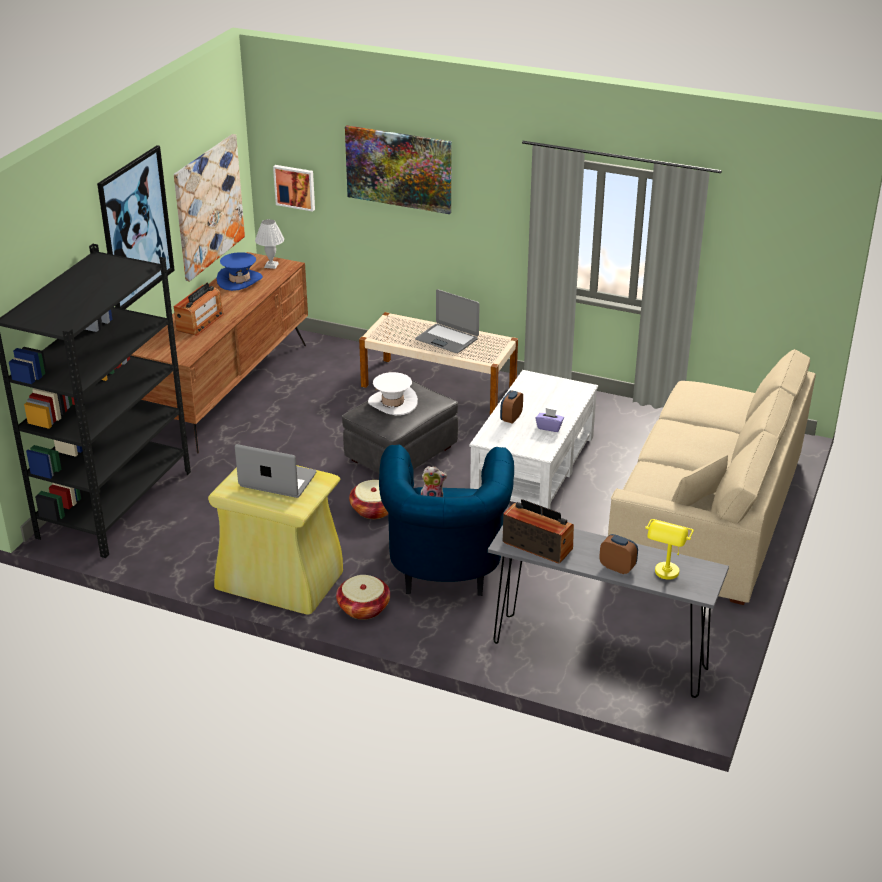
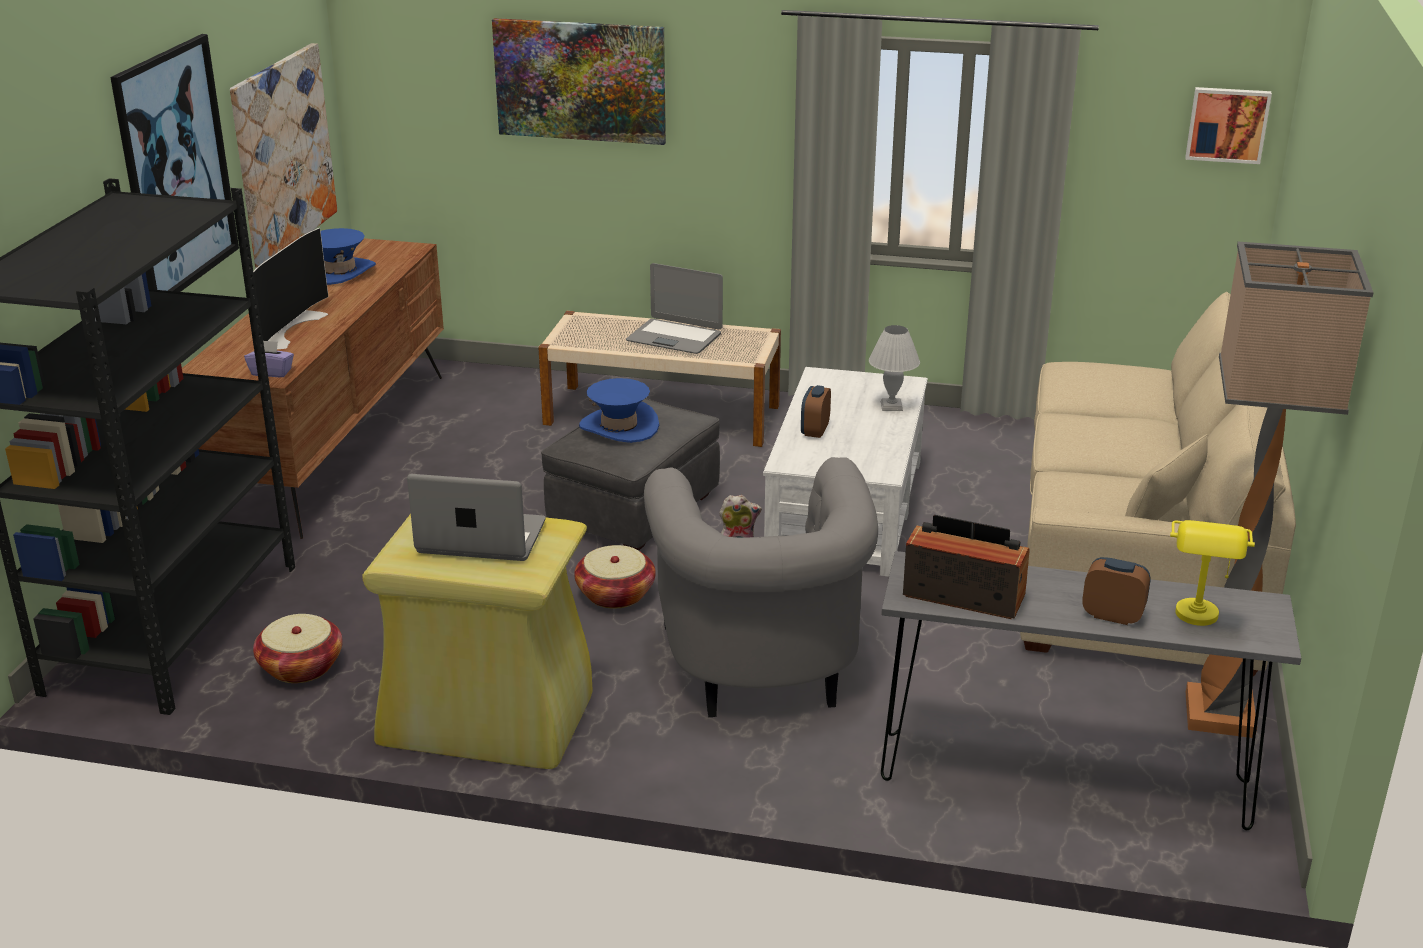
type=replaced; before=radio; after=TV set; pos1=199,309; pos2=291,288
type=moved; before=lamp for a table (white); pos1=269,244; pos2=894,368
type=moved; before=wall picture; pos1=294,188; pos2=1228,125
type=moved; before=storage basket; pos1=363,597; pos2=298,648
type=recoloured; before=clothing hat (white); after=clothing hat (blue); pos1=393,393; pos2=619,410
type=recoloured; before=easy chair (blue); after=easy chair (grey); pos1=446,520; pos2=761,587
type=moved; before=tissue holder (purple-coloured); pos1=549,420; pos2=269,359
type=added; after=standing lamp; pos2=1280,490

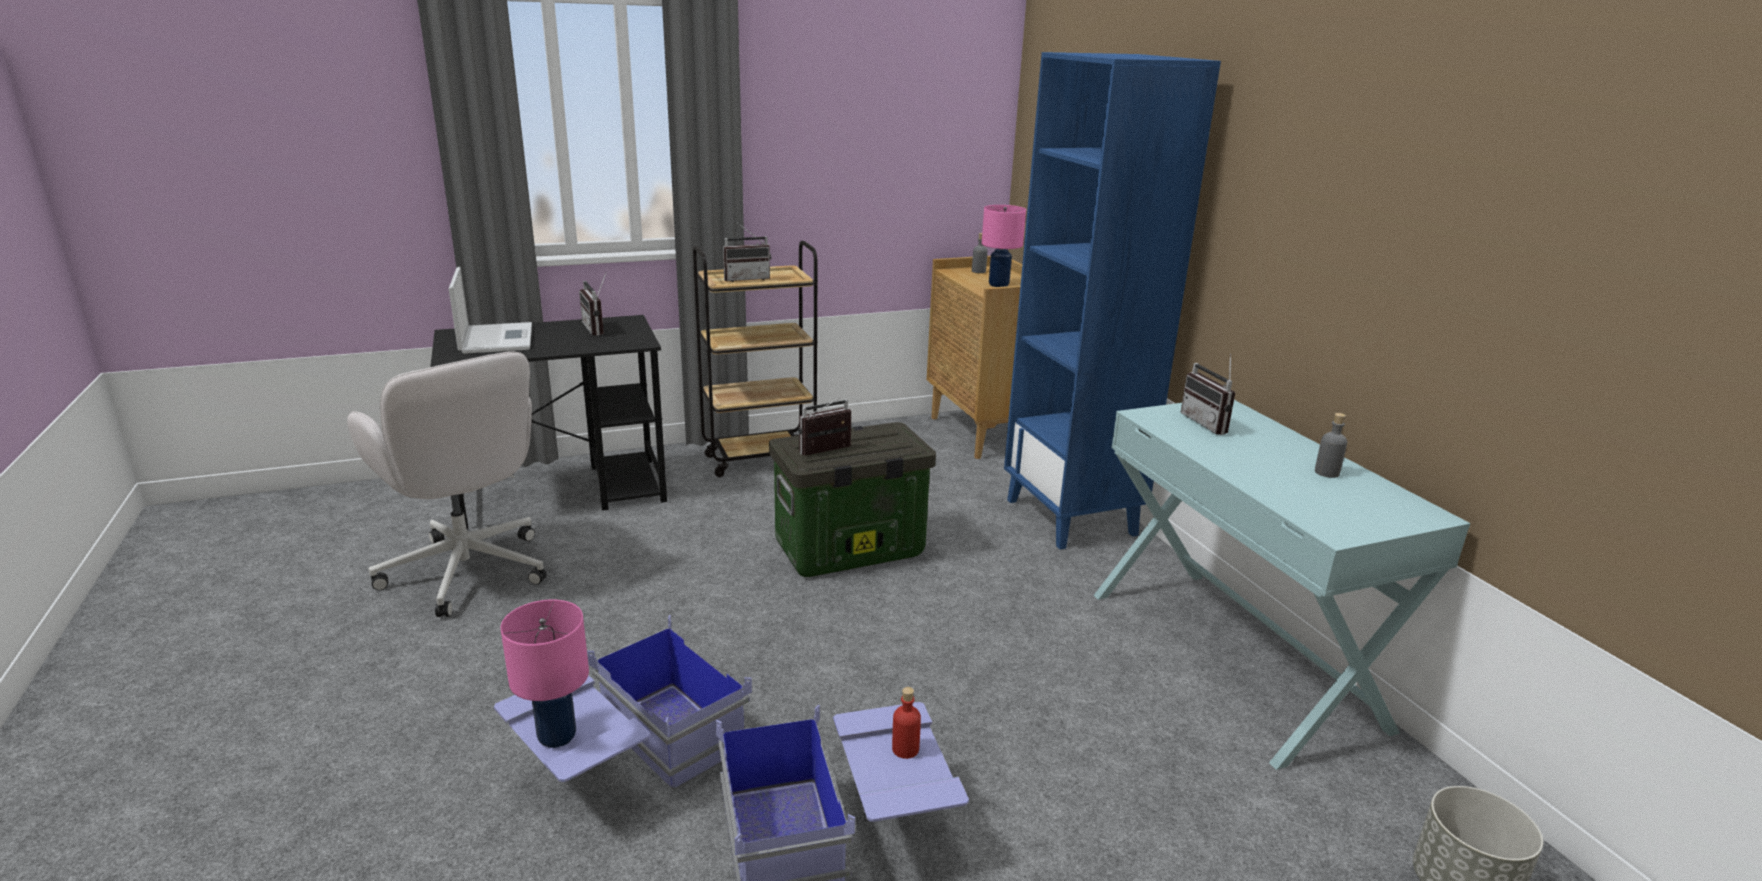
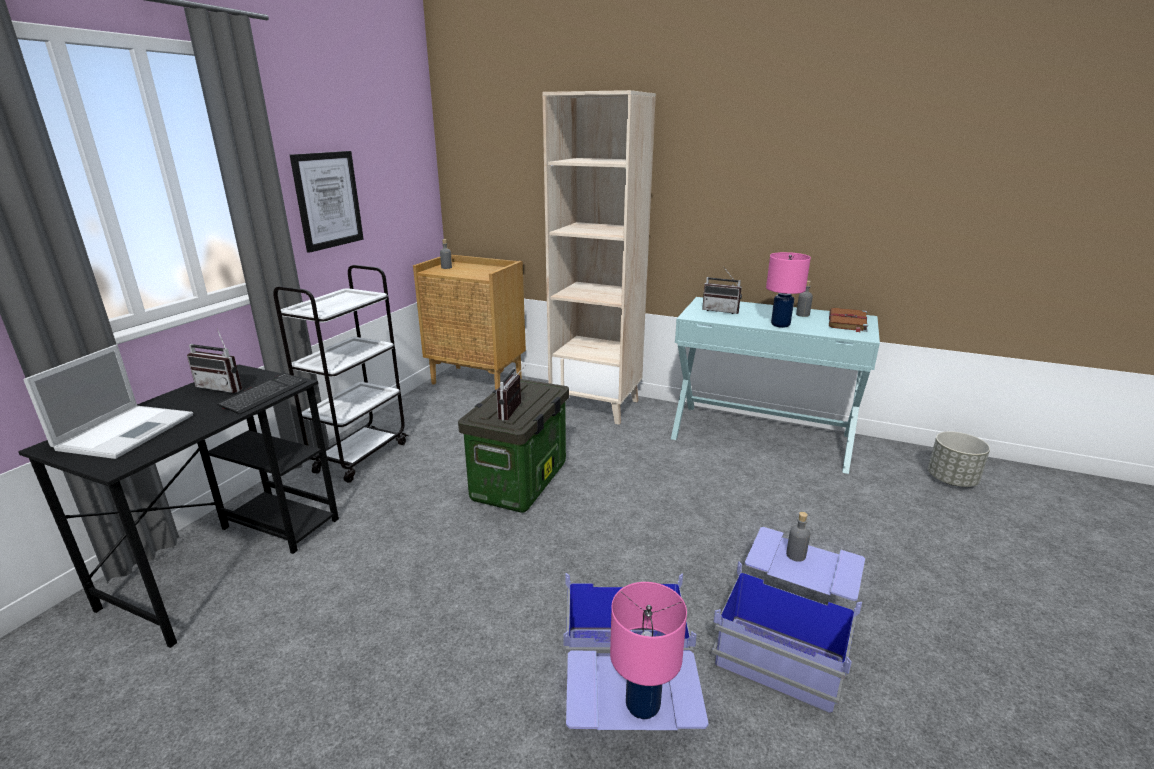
type=removed; before=desk chair (white); pos1=446,484
type=turned; before=portable computer; pos1=490,310; pos2=108,401; turn=75
type=recoloured; before=cart (brown); after=cart (white); pos1=755,359; pos2=340,374
type=removed; before=radio; pos1=747,252
type=recoloured; before=drink bottle (reddish); after=drink bottle (grey); pos1=906,723; pos2=798,537
type=moved; before=lamp for a table (pinkish); pos1=1004,246; pos2=788,290
type=recoloured; before=bookcase (blue); after=bookcase (sand-coloured); pos1=1112,300; pos2=599,257
type=added; after=keyboard; pos2=261,393
type=added; after=wall picture; pos2=327,202
type=added; after=book (brown); pos2=848,320

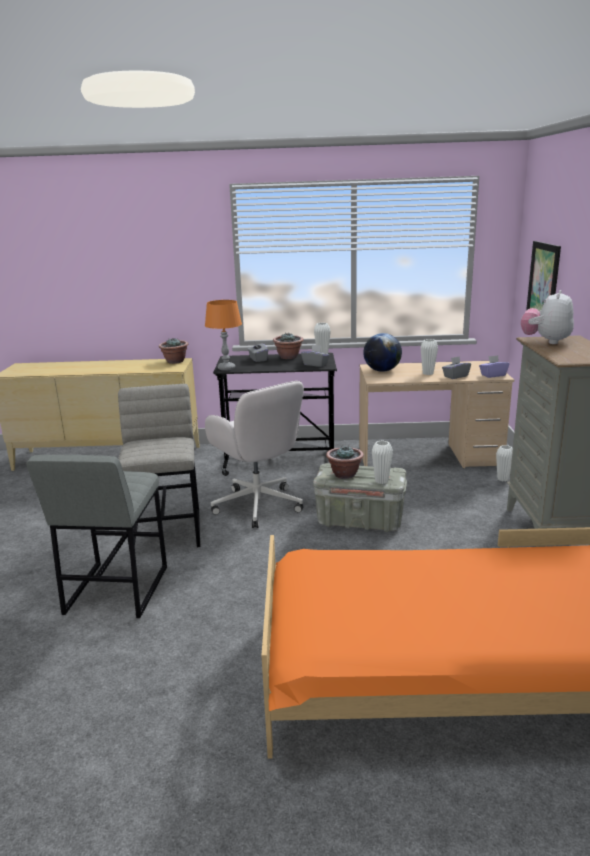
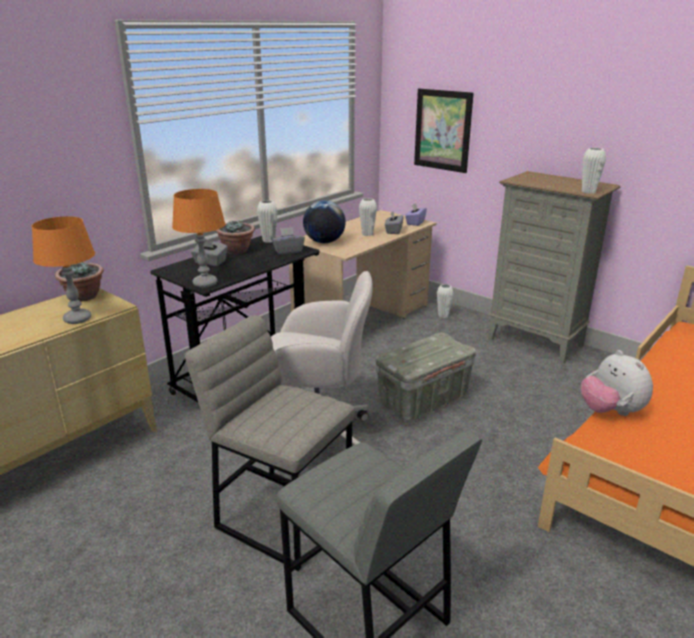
type=removed; before=potted plant; pos1=345,462
type=moved; before=decorative vase (white); pos1=382,462; pos2=594,171
type=moved; before=plush toy; pos1=547,317; pos2=617,383
type=added; after=lamp for a table (orange-coloured); pos2=63,270

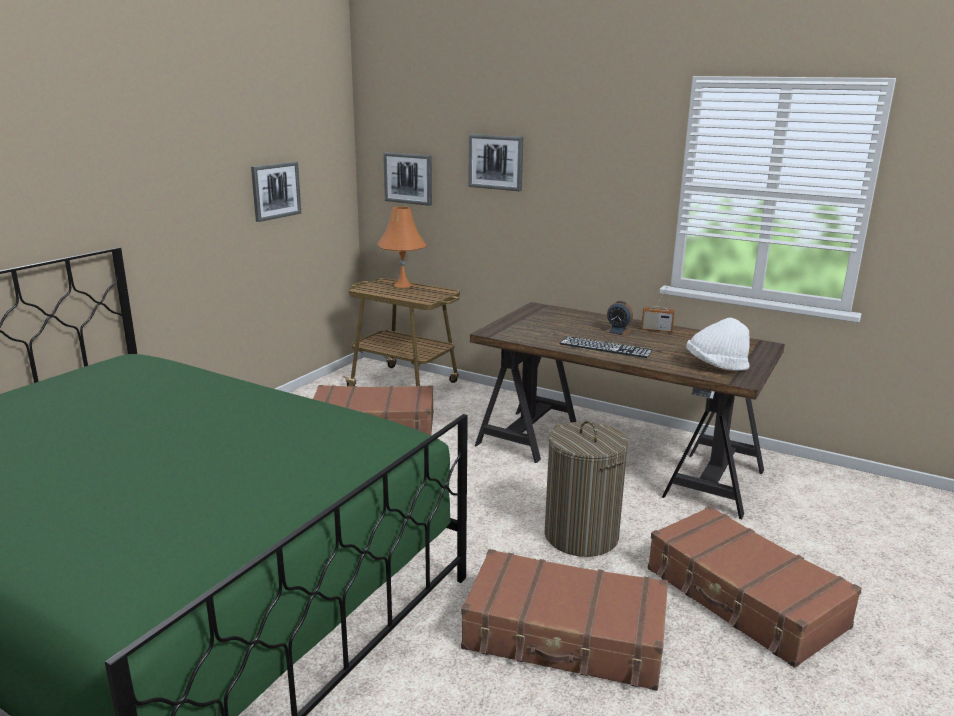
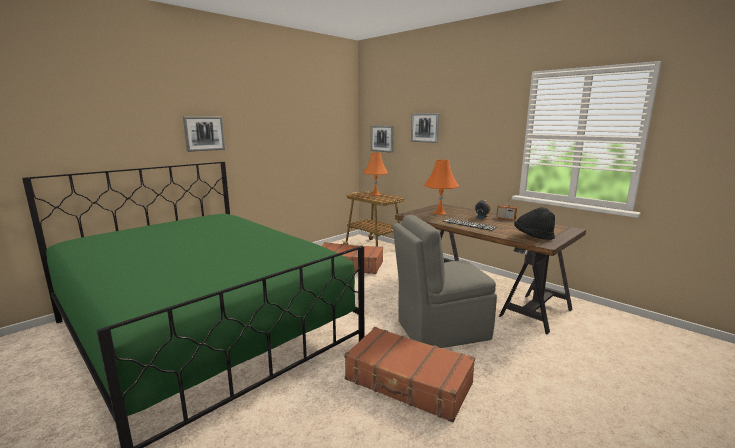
type=moved; before=wall picture; pos1=276,192; pos2=204,134
type=replaced; before=washing basket; after=chair (grey); pos1=586,489; pos2=445,281
type=removed; before=suitcase (brown); pos1=755,587
type=recoloured; before=clothing hat (white); after=clothing hat (black); pos1=718,344; pos2=534,223
type=added; after=lamp for a table (orange-coloured); pos2=441,187

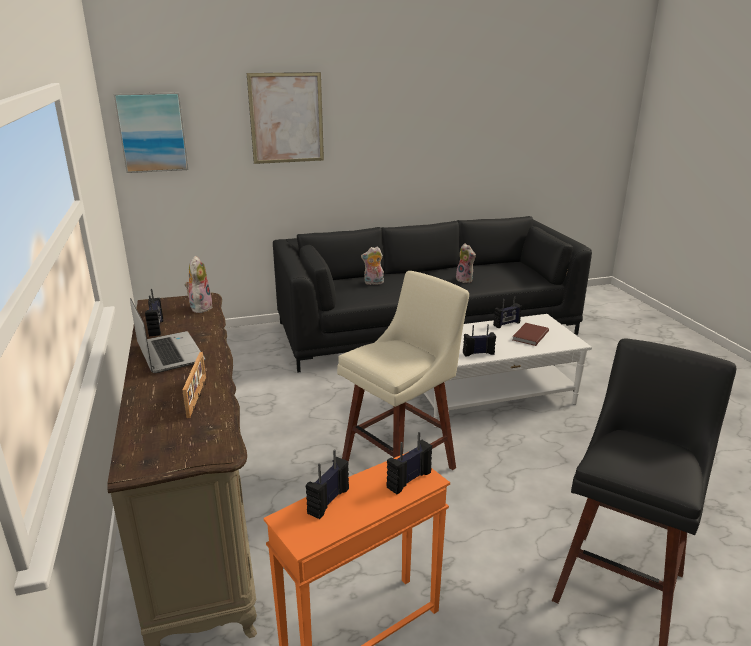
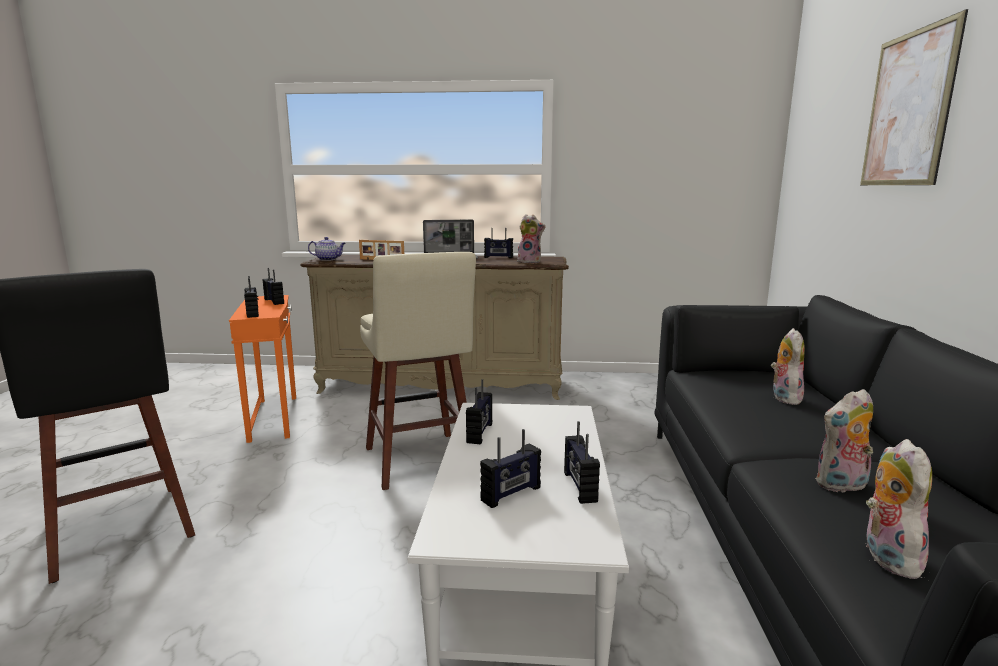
type=removed; before=wall picture; pos1=151,132
type=replaced; before=book (brown); after=radio; pos1=531,334; pos2=510,468
type=added; after=pot for tea; pos2=326,249
type=added; after=plush toy; pos2=898,509

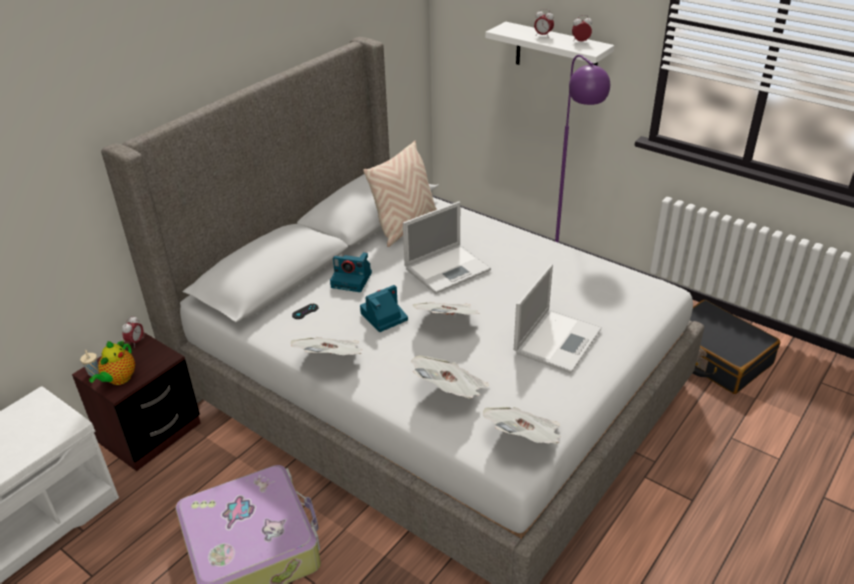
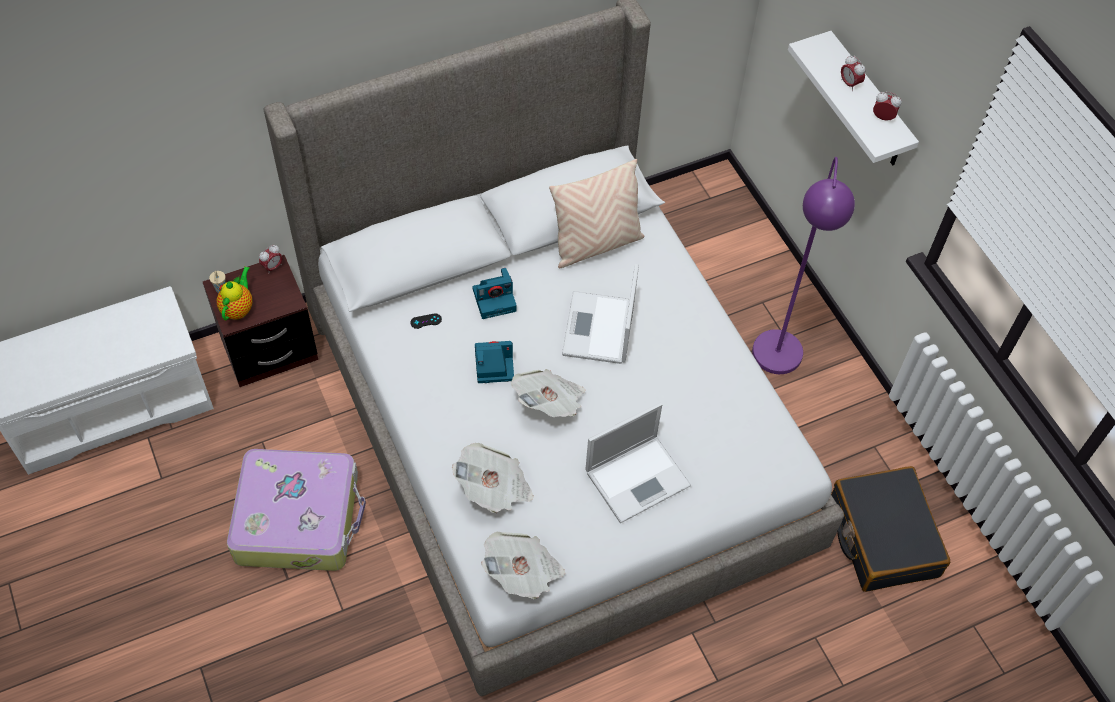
type=turned; before=pot for tea; pos1=112,362; pos2=234,293; turn=150
type=removed; before=newspaper; pos1=326,346
type=turned; before=photo camera; pos1=351,272; pos2=494,293; turn=-60
type=turned; before=portable computer; pos1=447,247; pos2=600,314; turn=105

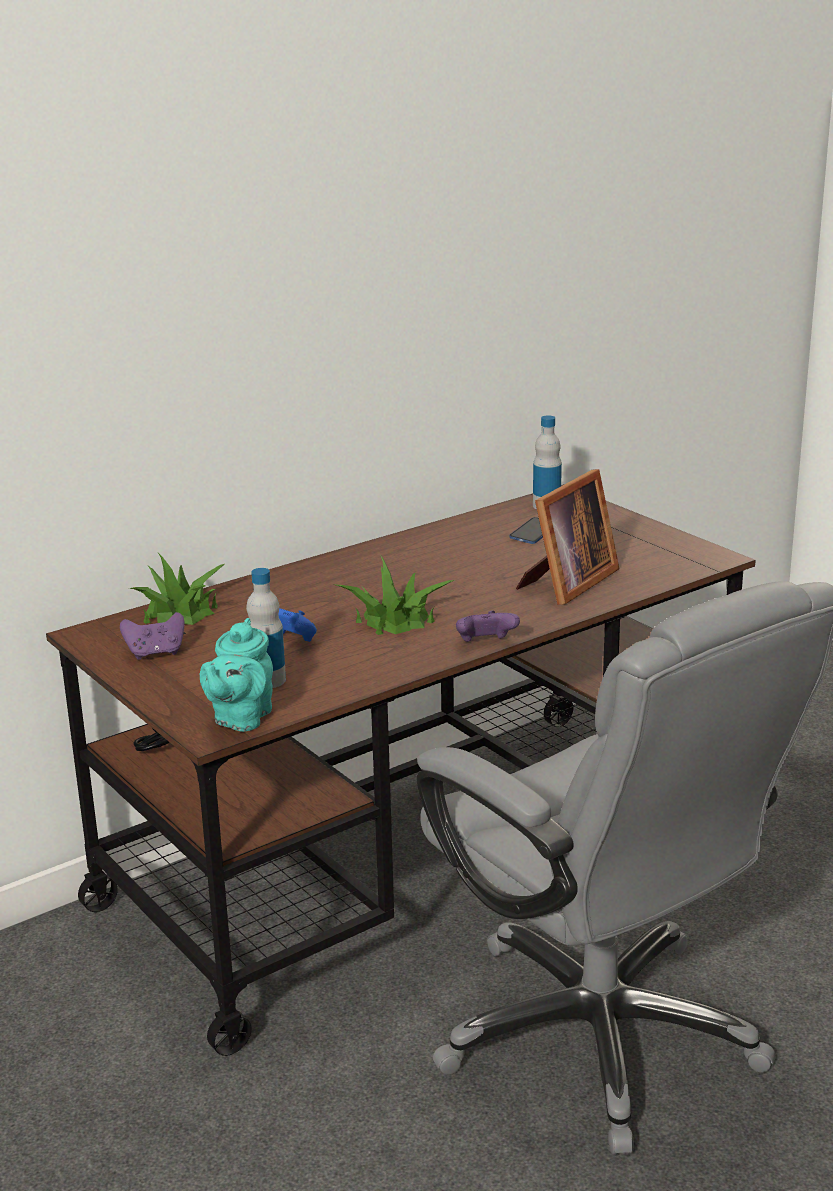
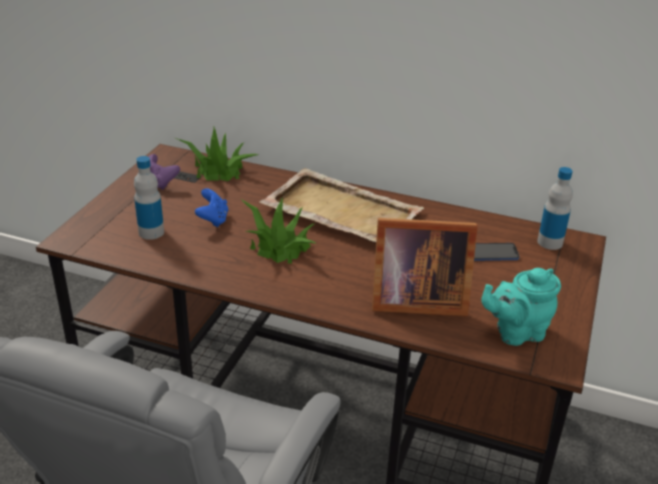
type=moved; before=pot for tea (turquoise); pos1=236,675; pos2=521,307
type=removed; before=gamepad (purple-coloured); pos1=488,626
type=added; after=serving tray (sand-coloured); pos2=341,205

